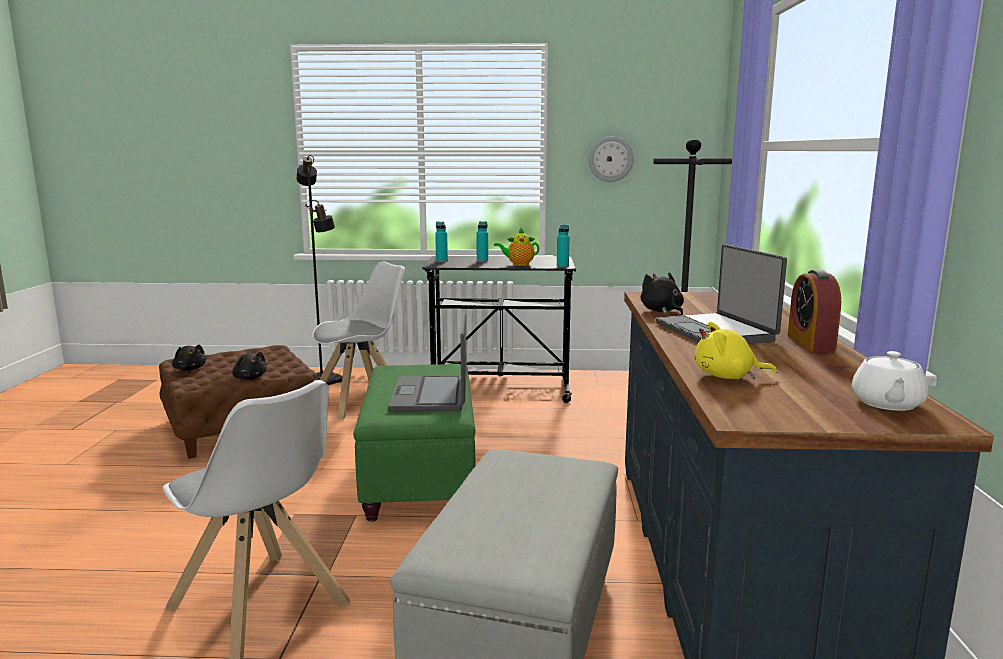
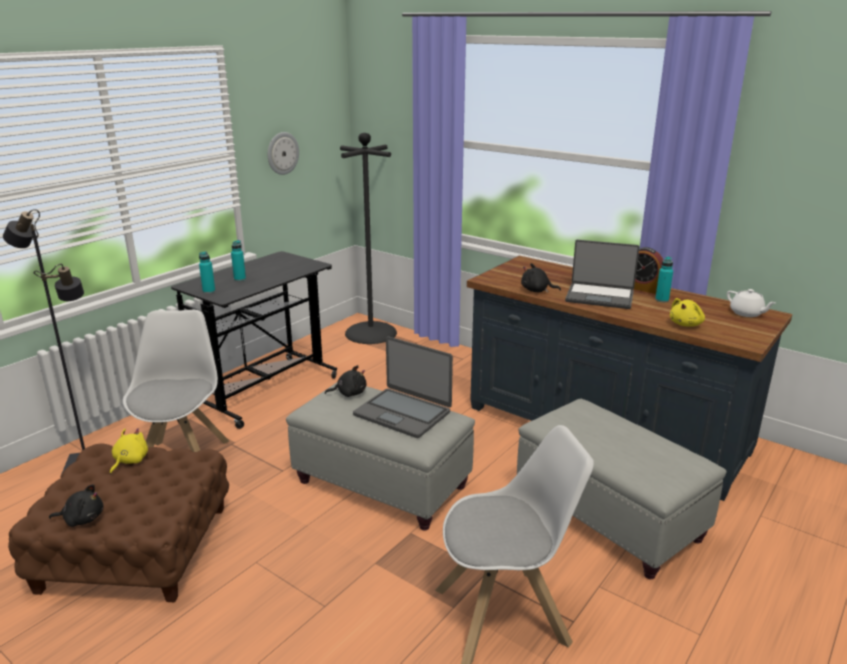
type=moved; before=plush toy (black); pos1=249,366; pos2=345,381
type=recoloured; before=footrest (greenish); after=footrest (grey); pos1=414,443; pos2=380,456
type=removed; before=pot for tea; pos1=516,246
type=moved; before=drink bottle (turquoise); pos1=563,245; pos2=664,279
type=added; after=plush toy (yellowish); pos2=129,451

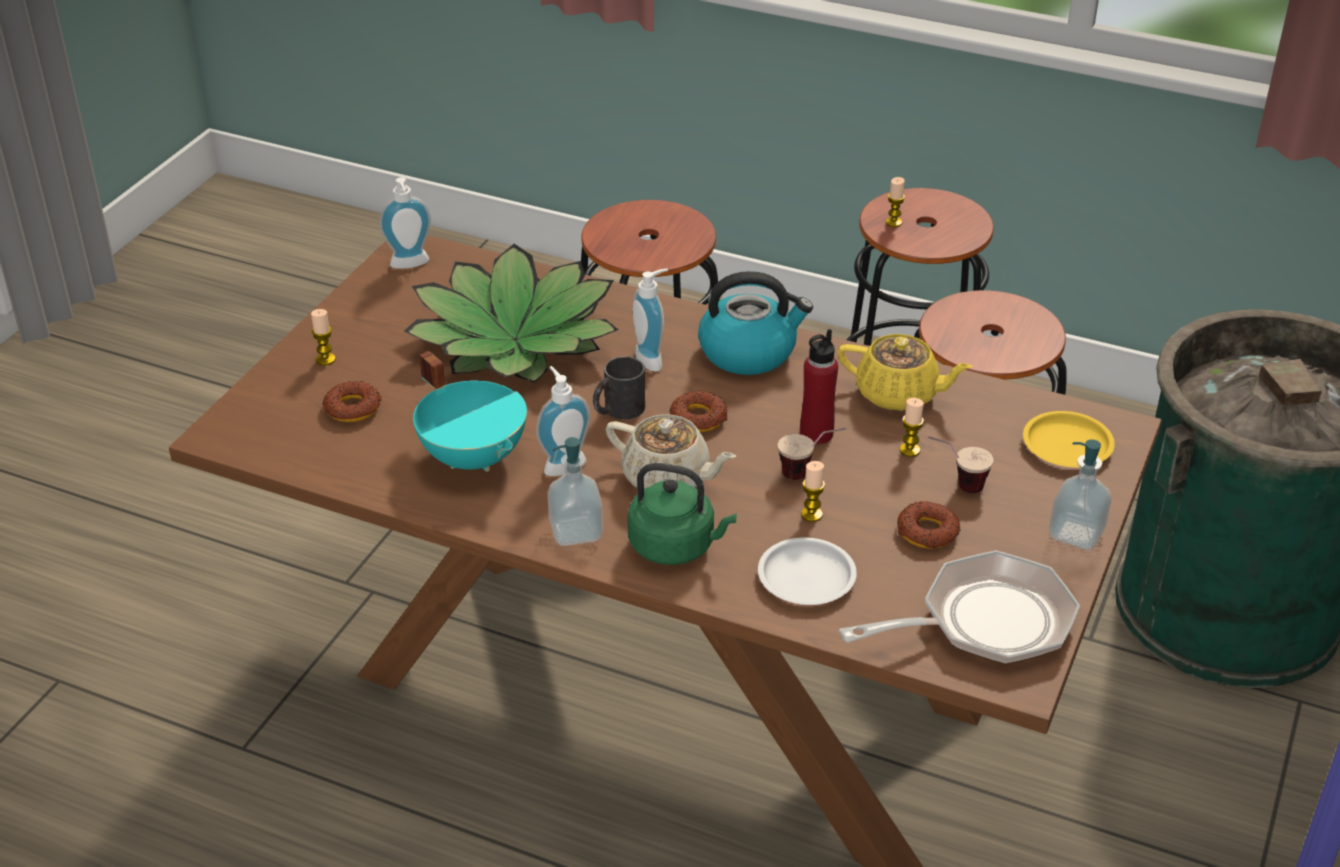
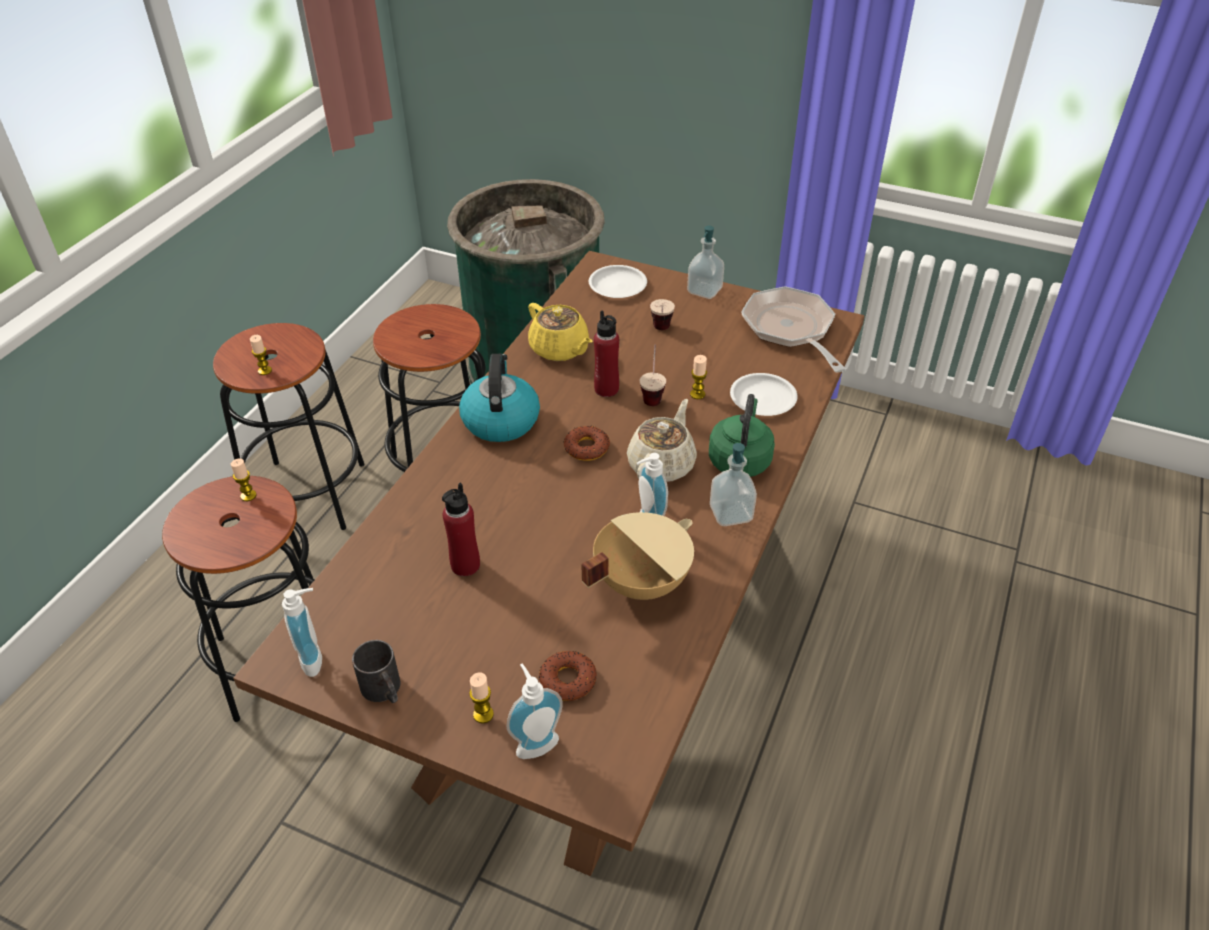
type=replaced; before=potted plant; after=drink bottle (reddish); pos1=511,313; pos2=461,529
type=recoloured; before=stockpot (turquoise); after=stockpot (sand-coloured); pos1=470,411; pos2=637,556
type=moved; before=tea mug (black); pos1=619,387; pos2=376,671
type=moved; before=soap bottle; pos1=650,320; pos2=535,711
type=turned; before=pot for tea (yellowish); pos1=905,372; pos2=560,332; turn=120
type=removed; before=doughnut; pos1=928,525
type=moved; before=wax light; pos1=912,427; pos2=243,480
type=recoloured; before=dinner plate (yellowish); after=dinner plate (white); pos1=1069,439; pos2=618,281

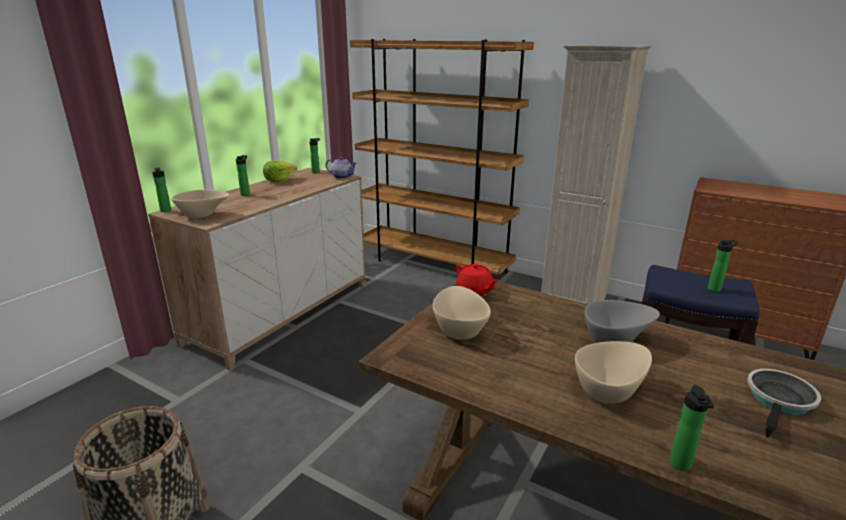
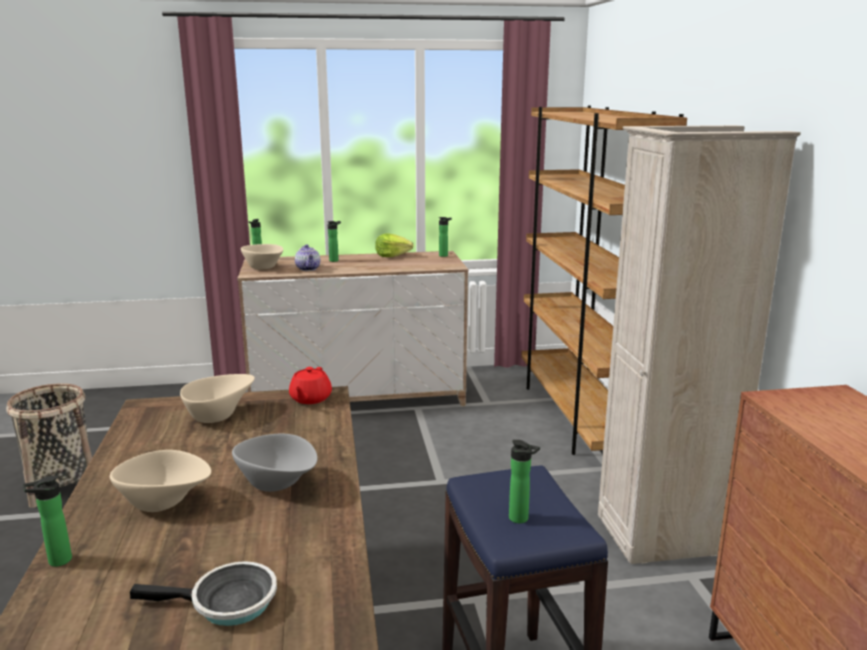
type=moved; before=pot for tea; pos1=341,168; pos2=307,258

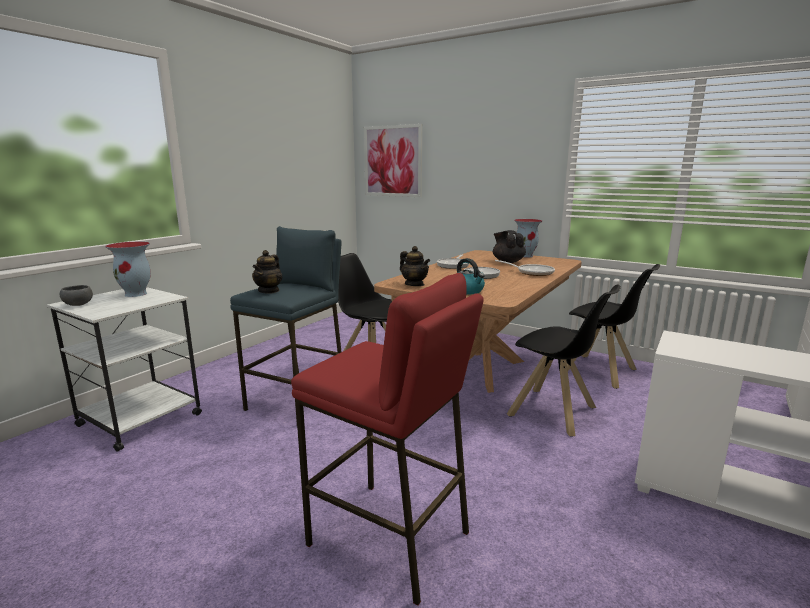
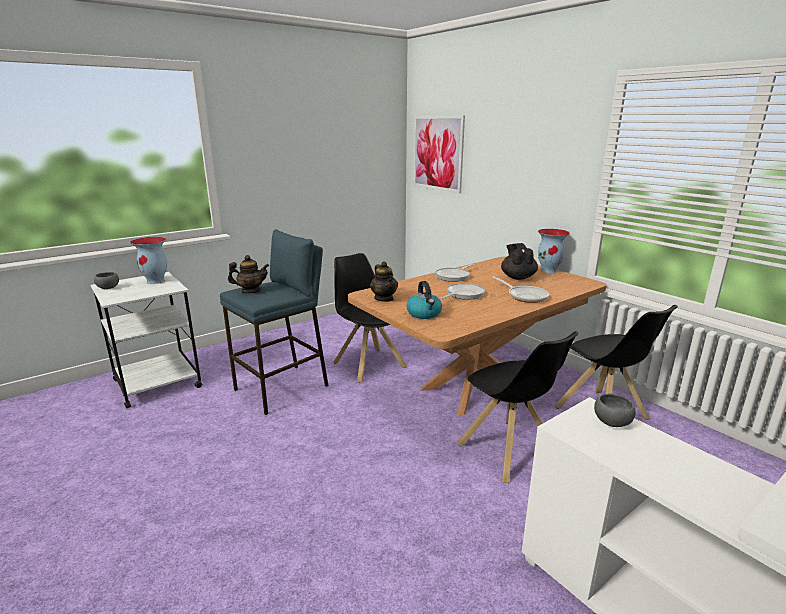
type=turned; before=pot for tea; pos1=267,272; pos2=248,274; turn=-135
type=removed; before=stool seat (reddish); pos1=387,439
type=added; after=deep dish (grey); pos2=614,410

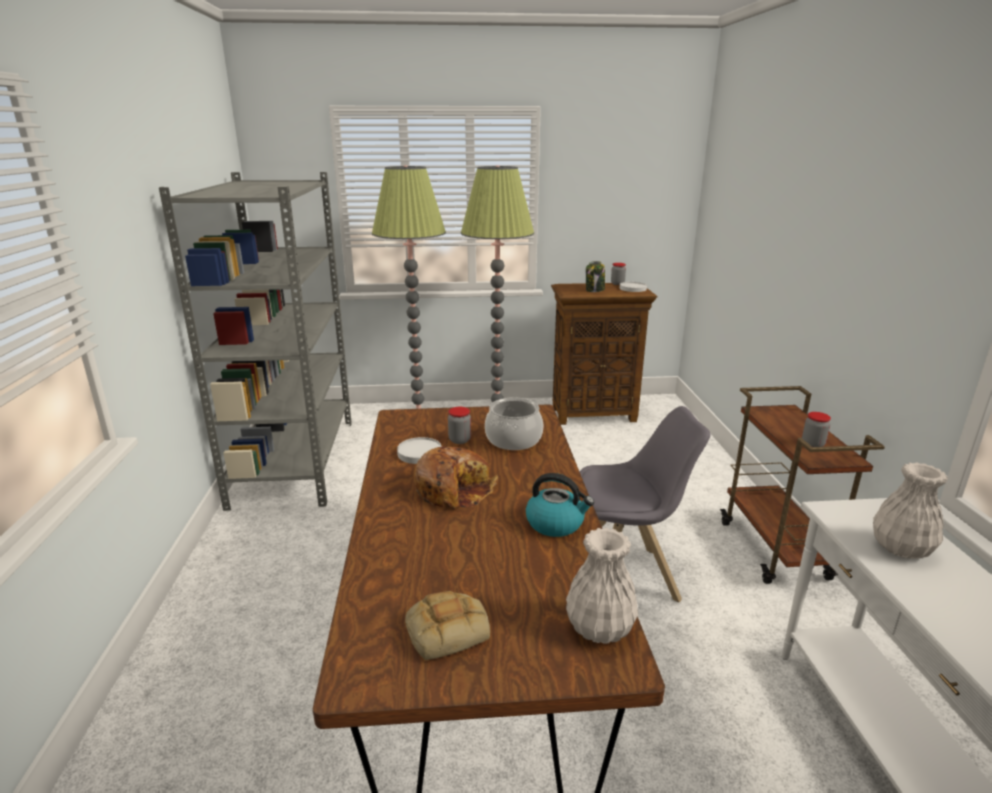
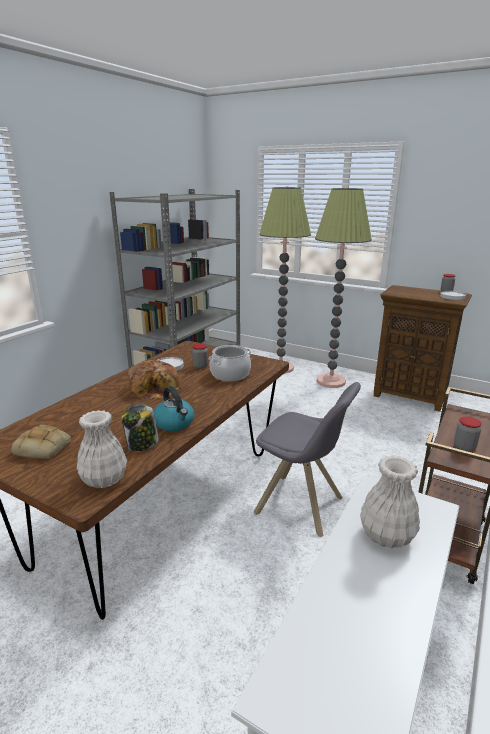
type=moved; before=jar; pos1=595,276; pos2=140,427

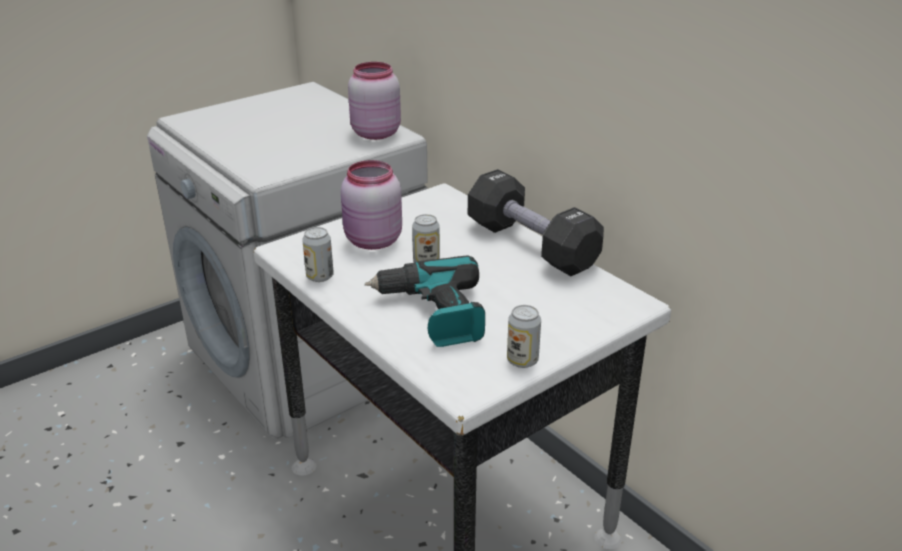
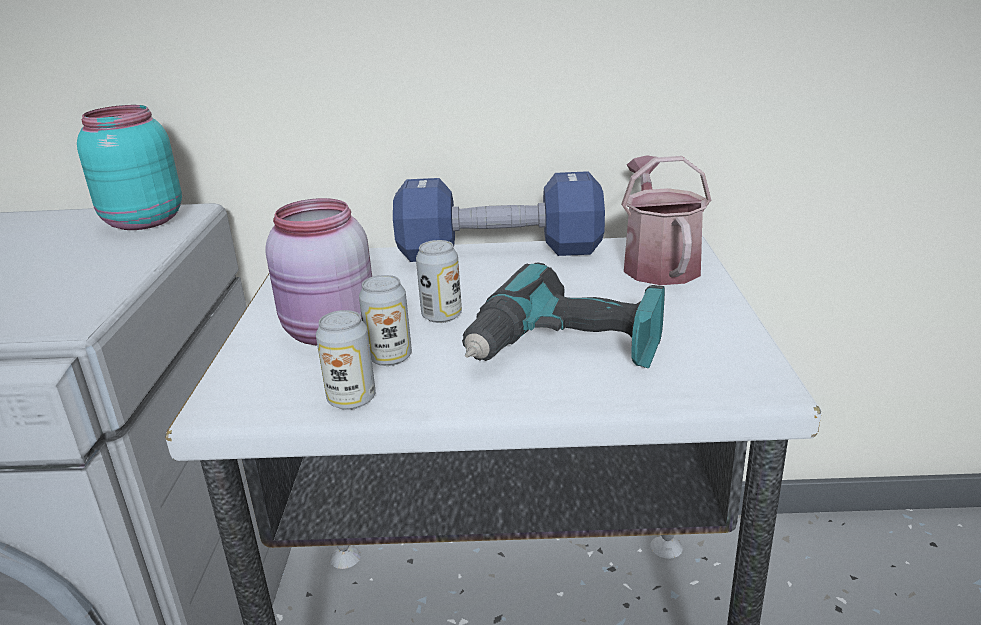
type=recoloured; before=jar (pinkish); after=jar (turquoise); pos1=374,101; pos2=129,167
type=recoloured; before=hand weight (black); after=hand weight (blue); pos1=536,222; pos2=499,216
type=moved; before=metal can; pos1=524,336; pos2=385,320
type=added; after=sprinkling can; pos2=666,220

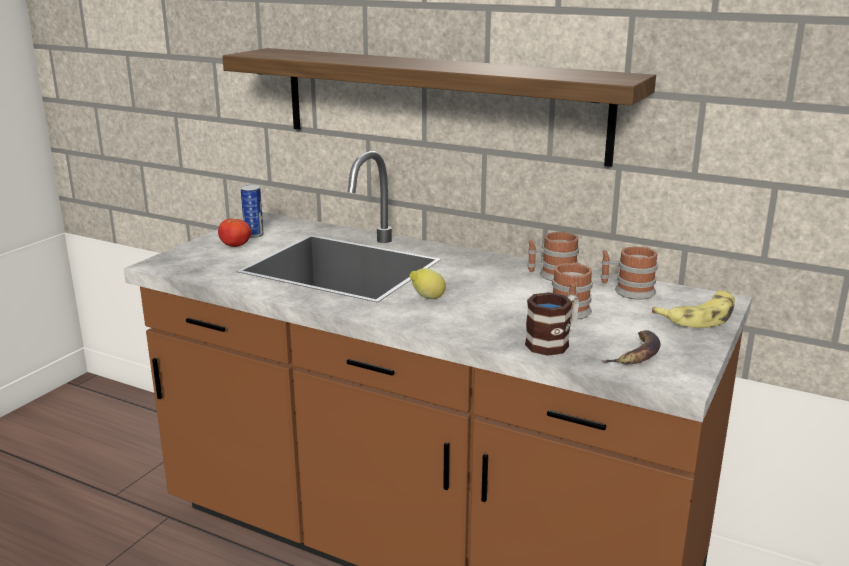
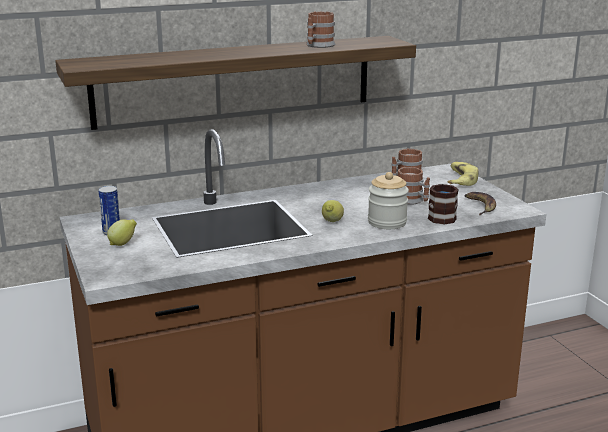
type=replaced; before=fresh tomato; after=citrus fruit; pos1=234,233; pos2=122,232
type=moved; before=tea mug; pos1=553,256; pos2=320,29
type=added; after=jar; pos2=388,200

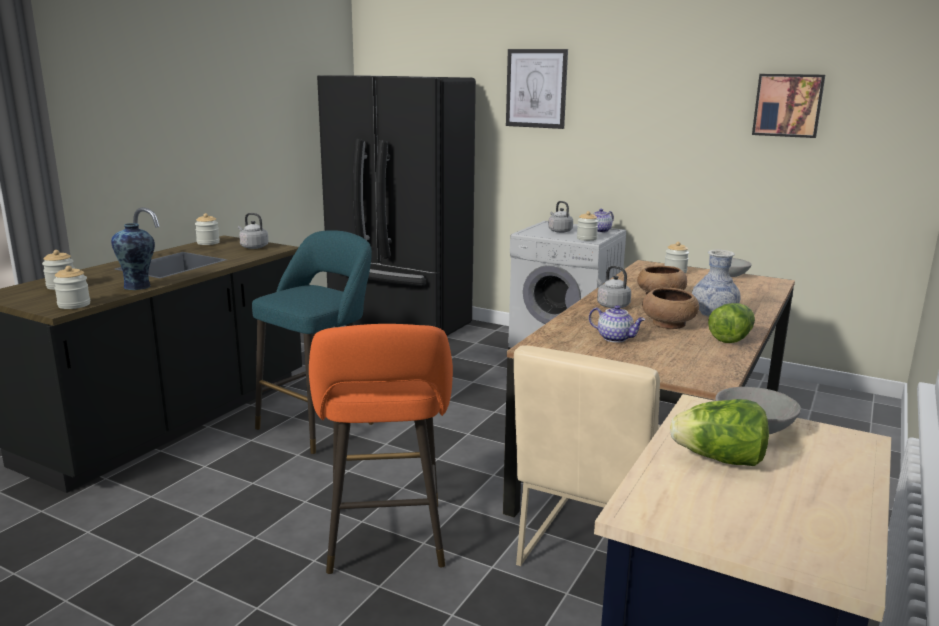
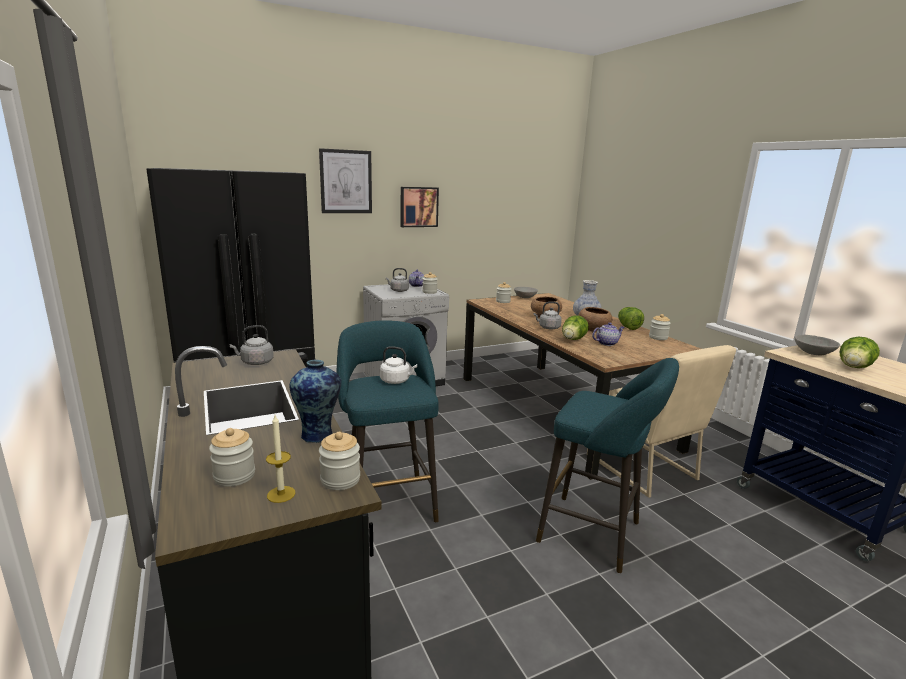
type=moved; before=jar; pos1=207,229; pos2=660,327
type=recoloured; before=stool seat (orange-coloured); after=stool seat (turquoise); pos1=381,449; pos2=607,465
type=moved; before=wall picture; pos1=788,106; pos2=420,207
type=added; after=wax light; pos2=281,459
type=added; after=tea kettle (white); pos2=398,365
type=added; after=lettuce head; pos2=575,327

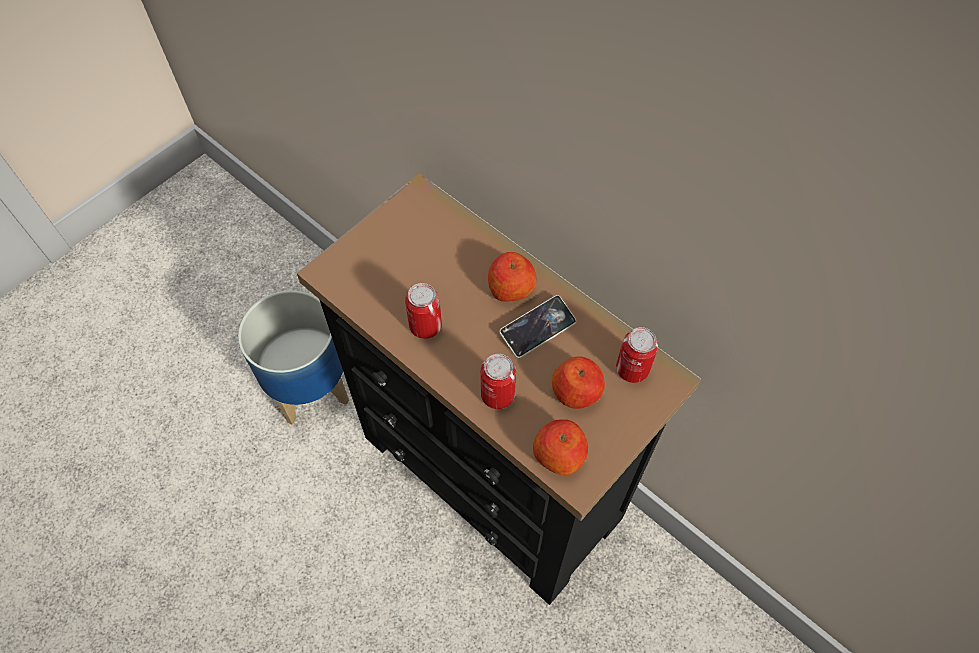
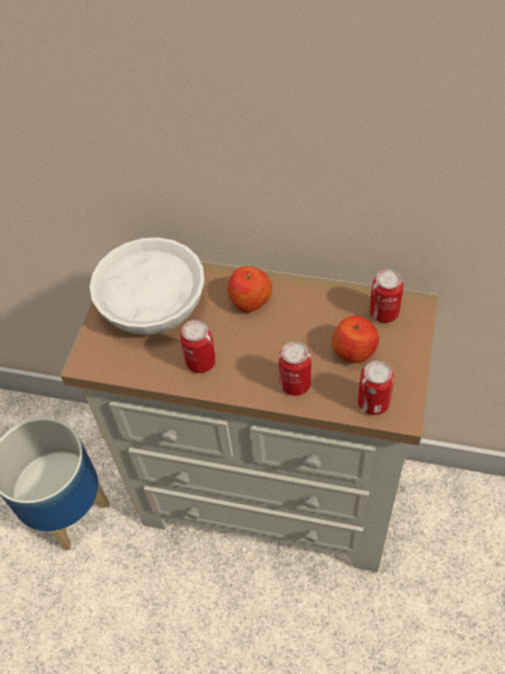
type=recoloured; before=chest of drawers (black); after=chest of drawers (white); pos1=499,389; pos2=249,416
type=removed; before=handset; pos1=537,326
type=replaced; before=apple; after=metal can; pos1=560,447; pos2=376,387
type=added; after=deep dish (white); pos2=147,286

